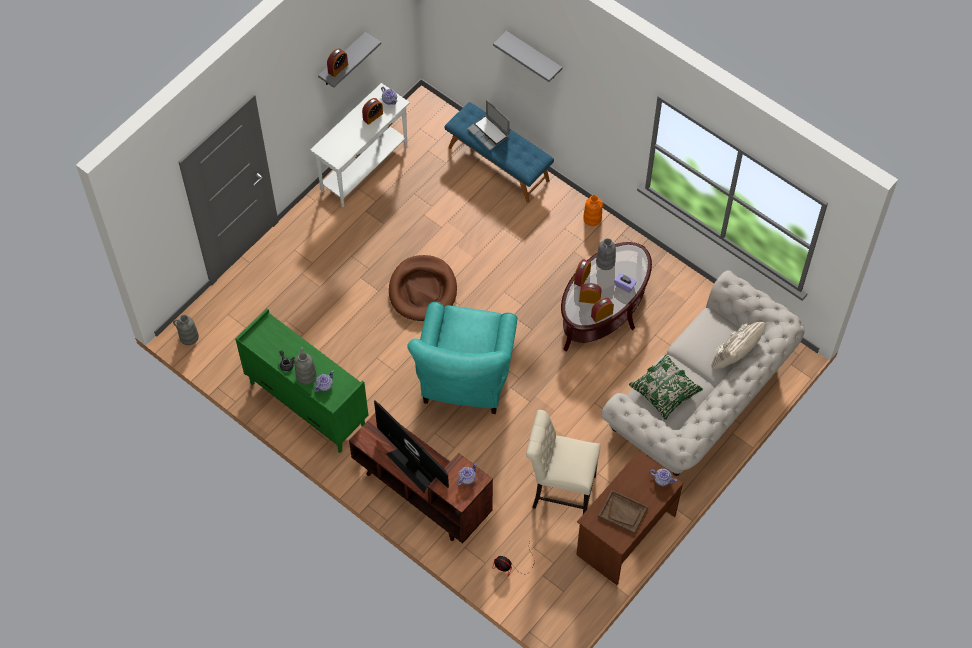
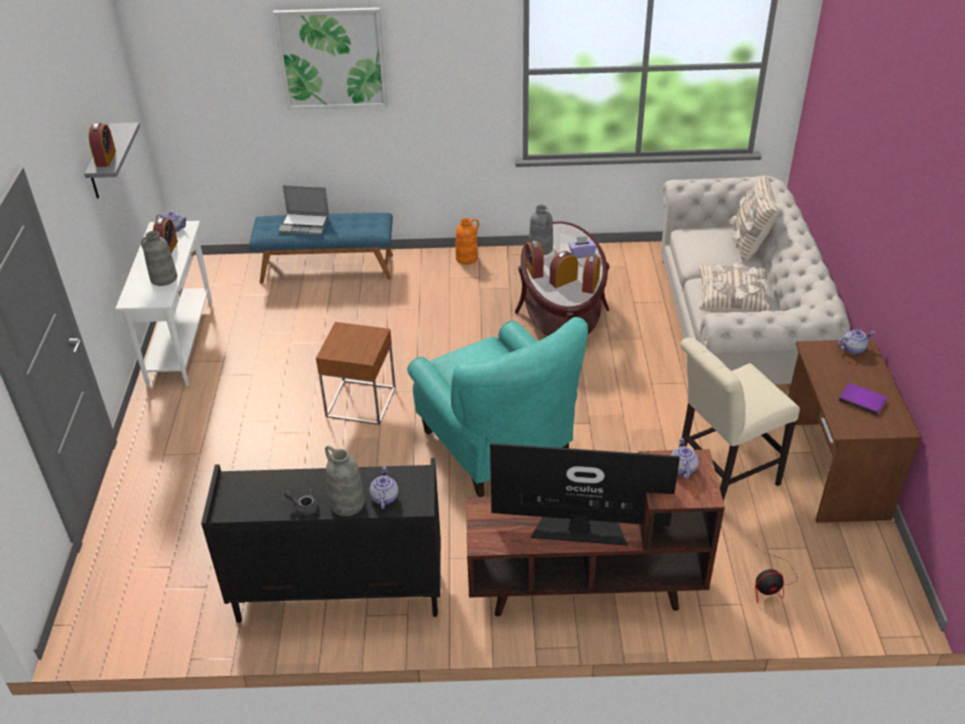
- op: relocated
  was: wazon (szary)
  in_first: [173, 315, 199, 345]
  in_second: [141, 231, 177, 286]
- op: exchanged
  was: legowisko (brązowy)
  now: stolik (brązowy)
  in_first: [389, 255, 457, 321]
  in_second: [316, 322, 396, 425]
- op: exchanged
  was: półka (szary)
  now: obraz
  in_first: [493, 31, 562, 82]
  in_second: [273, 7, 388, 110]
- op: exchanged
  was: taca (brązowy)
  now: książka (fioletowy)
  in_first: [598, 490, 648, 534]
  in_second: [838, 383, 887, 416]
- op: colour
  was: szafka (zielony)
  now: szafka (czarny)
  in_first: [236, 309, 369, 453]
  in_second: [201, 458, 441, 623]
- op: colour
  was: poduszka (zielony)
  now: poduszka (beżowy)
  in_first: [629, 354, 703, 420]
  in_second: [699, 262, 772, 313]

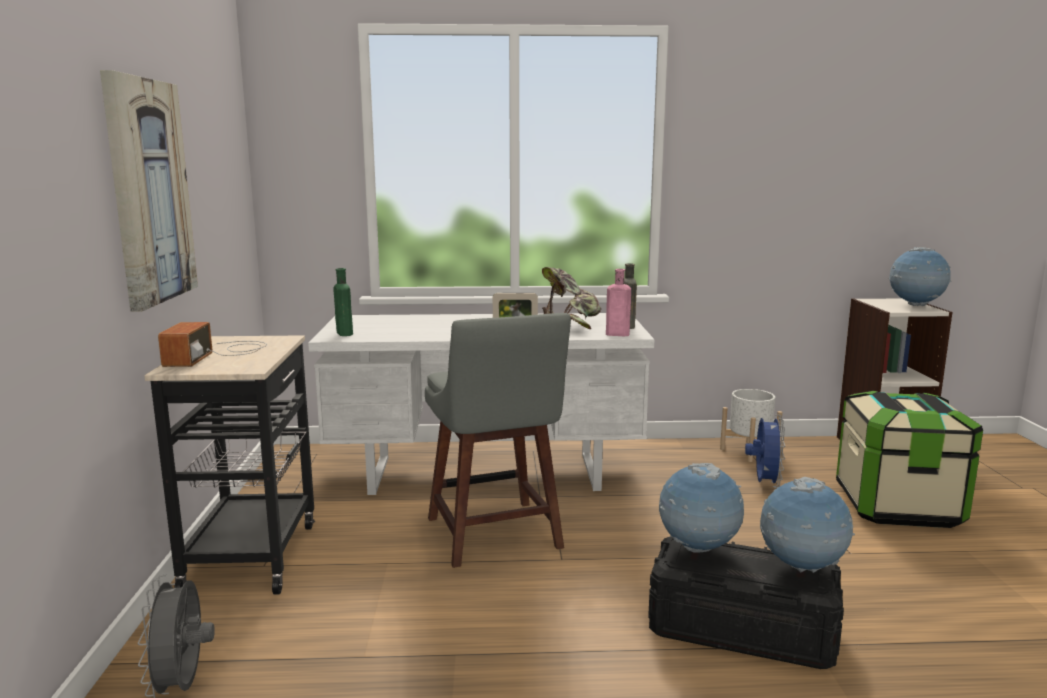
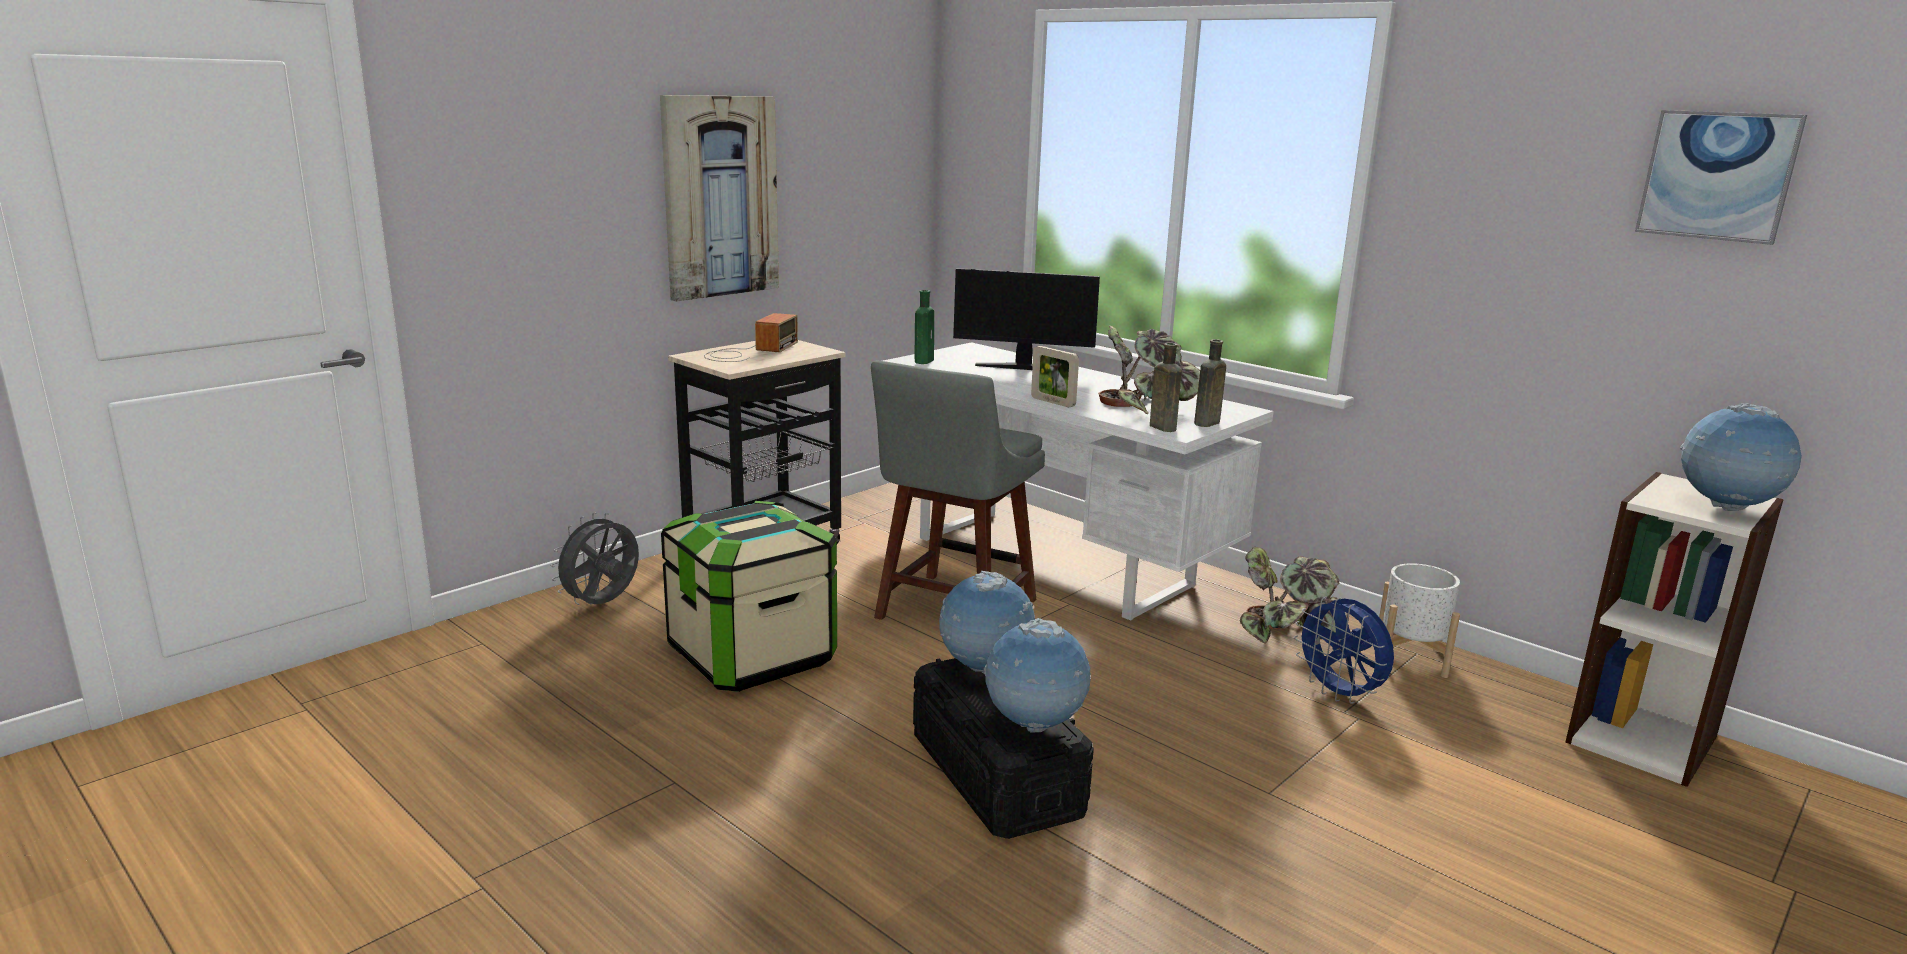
- op: appeared
  now: monitor
  in_second: [953, 268, 1100, 370]
- op: appeared
  now: roślina doniczkowa
  in_second: [1240, 547, 1348, 643]
- op: appeared
  now: obraz
  in_second: [1635, 110, 1807, 245]
- op: relocated
  was: pojemnik do przechowywania
  in_first: [836, 391, 983, 528]
  in_second: [661, 501, 837, 692]
- op: colour
  was: butelka (różowy)
  now: butelka (brązowy)
  in_first: [606, 269, 631, 336]
  in_second: [1150, 343, 1182, 432]
- op: spun
  was: radio
  in_first: [158, 322, 267, 367]
  in_second: [704, 313, 798, 362]
  clockwise: 150
- op: spun
  was: wentylator (niebieski)
  in_first: [745, 415, 785, 488]
  in_second: [1294, 597, 1394, 704]
  clockwise: 90

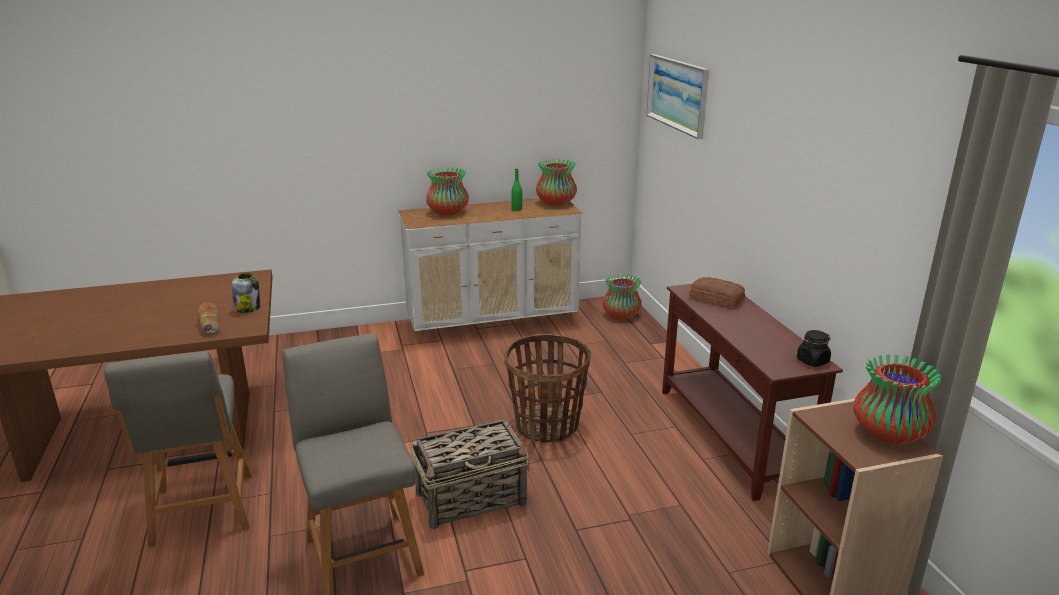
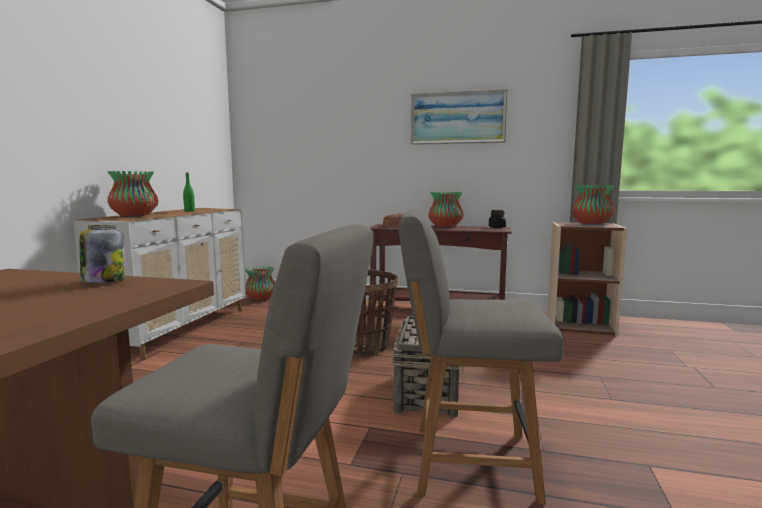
- op: missing
  was: chleb
  in_first: [197, 302, 219, 335]
- op: relocated
  was: wazon
  in_first: [536, 159, 577, 205]
  in_second: [428, 192, 463, 227]
- op: relocated
  was: obraz
  in_first: [646, 54, 709, 139]
  in_second: [411, 89, 508, 145]

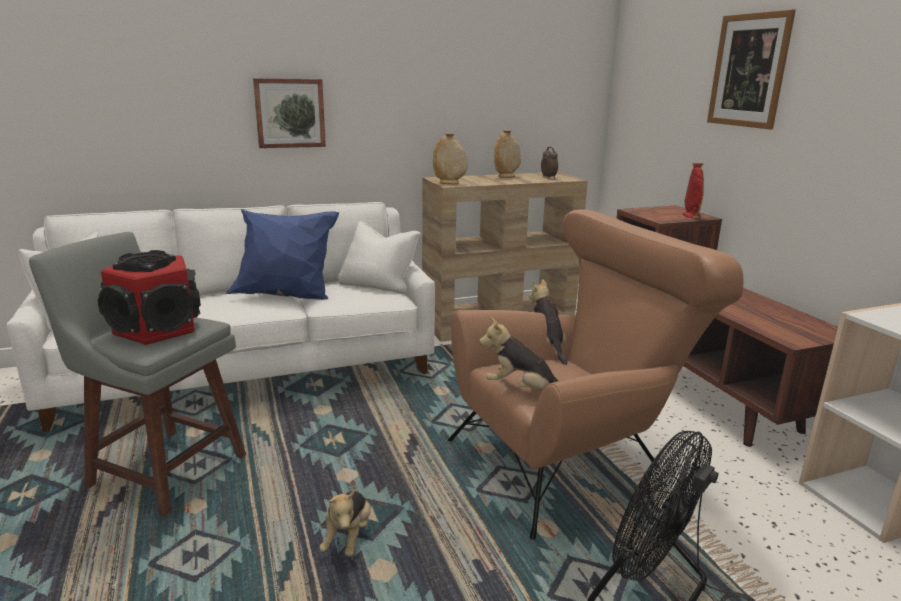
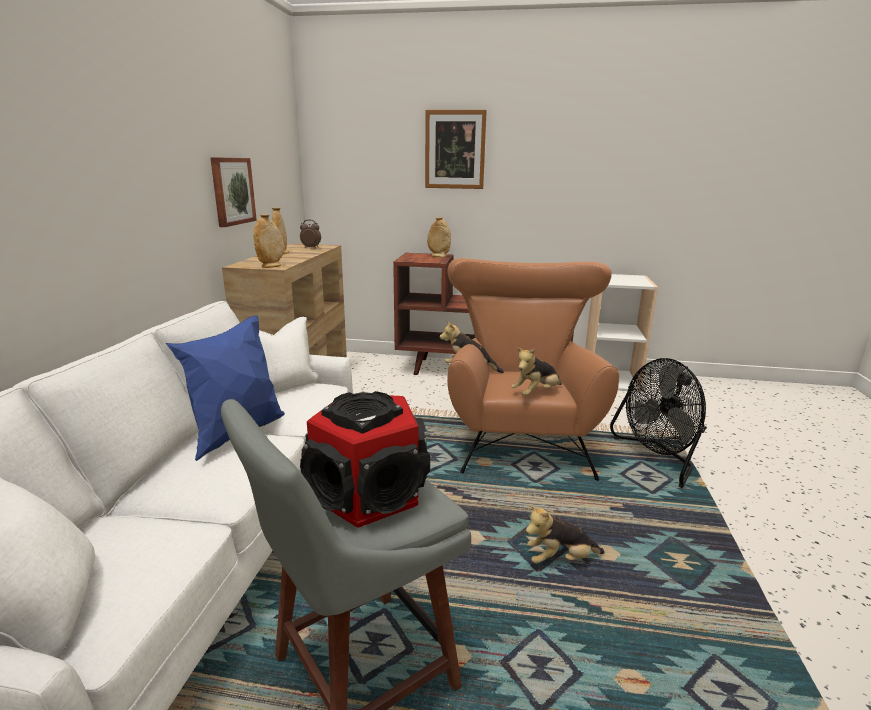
- op: relocated
  was: obraz
  in_first: [253, 78, 326, 148]
  in_second: [210, 157, 257, 227]
- op: colour
  was: wazon (czerwony)
  now: wazon (beżowy)
  in_first: [683, 163, 704, 219]
  in_second: [427, 217, 451, 257]
- op: spun
  was: pluszak
  in_first: [320, 490, 371, 557]
  in_second: [526, 505, 605, 564]
  clockwise: 135

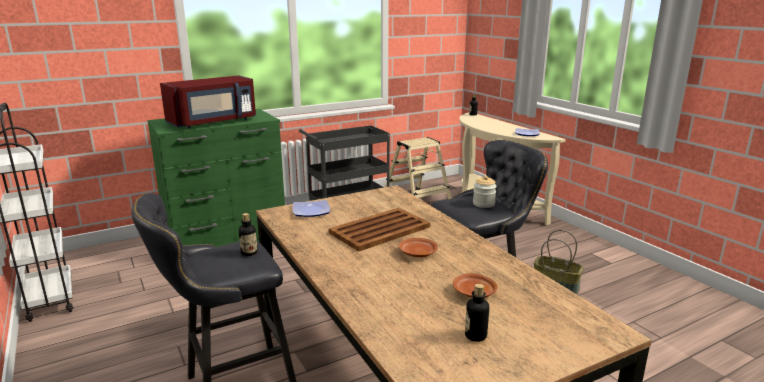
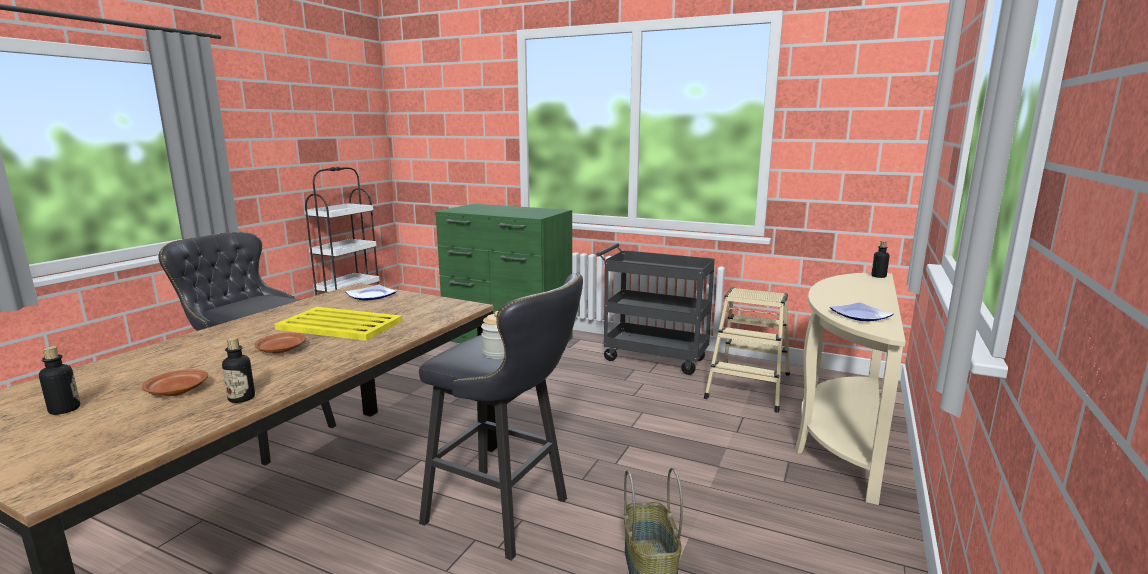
- op: missing
  was: mikrofalówka (czerwony)
  in_first: [160, 75, 256, 128]
- op: relocated
  was: butelka
  in_first: [239, 213, 257, 256]
  in_second: [222, 337, 255, 403]
- op: colour
  was: taca (brązowy)
  now: taca (żółty)
  in_first: [329, 208, 430, 252]
  in_second: [274, 307, 403, 341]

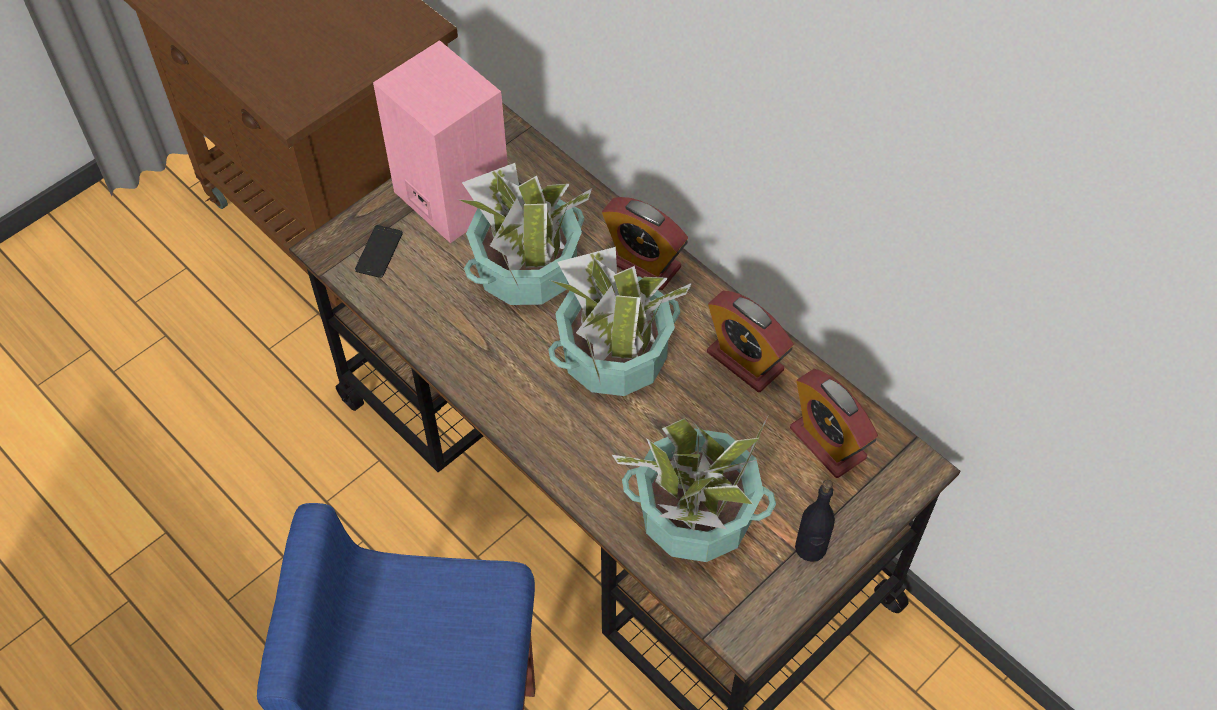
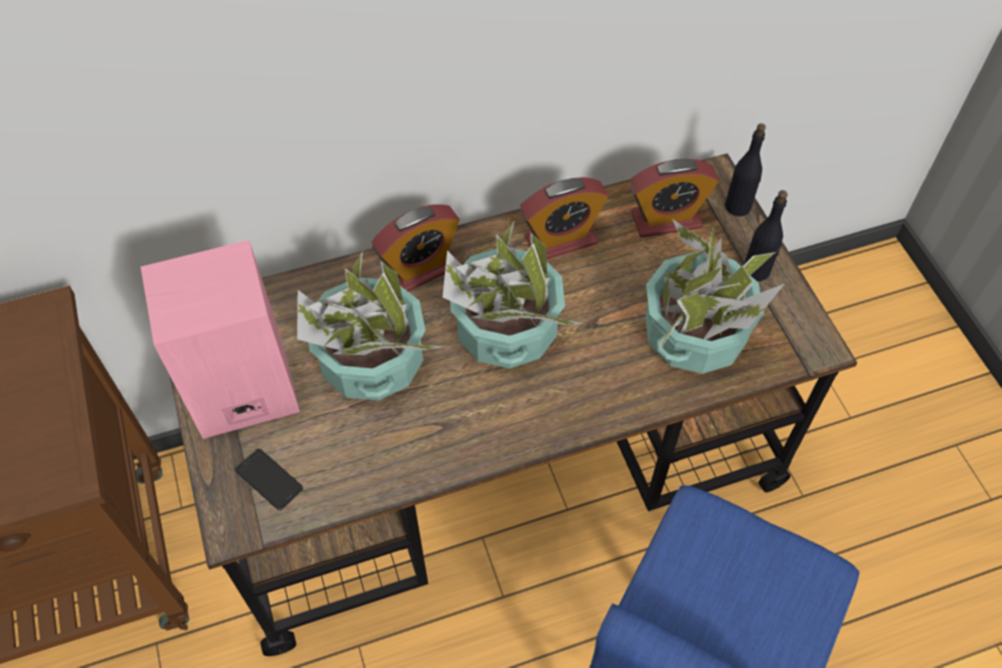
- op: appeared
  now: butelka (czarny)
  in_second: [725, 123, 766, 216]

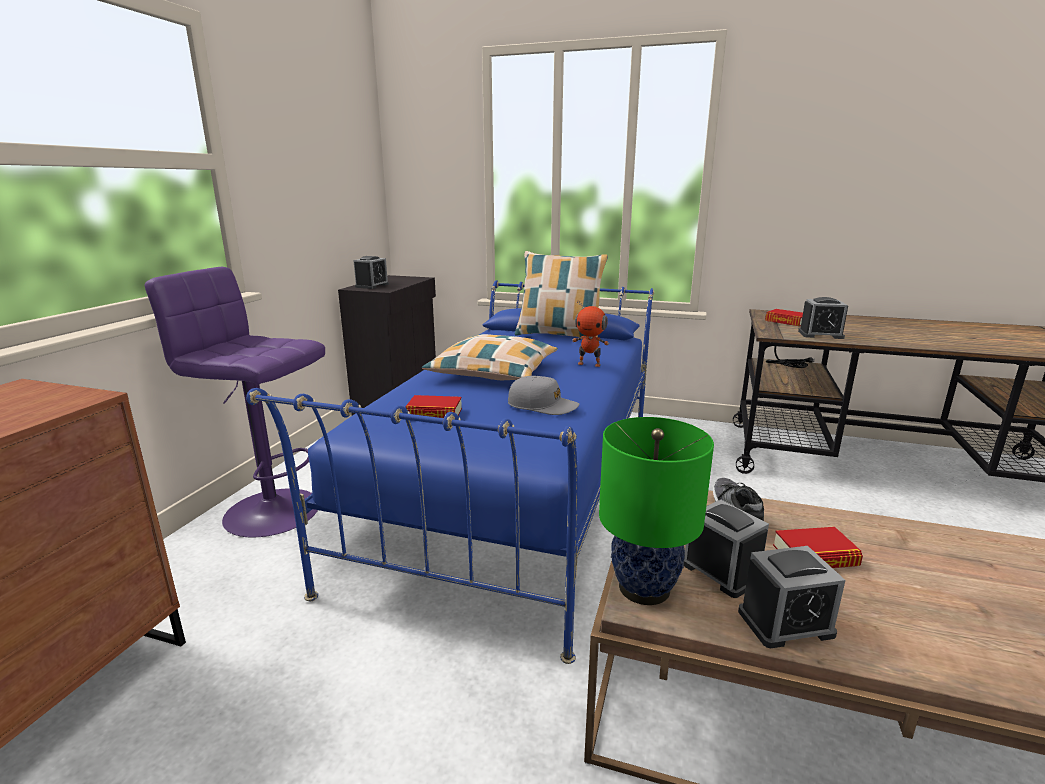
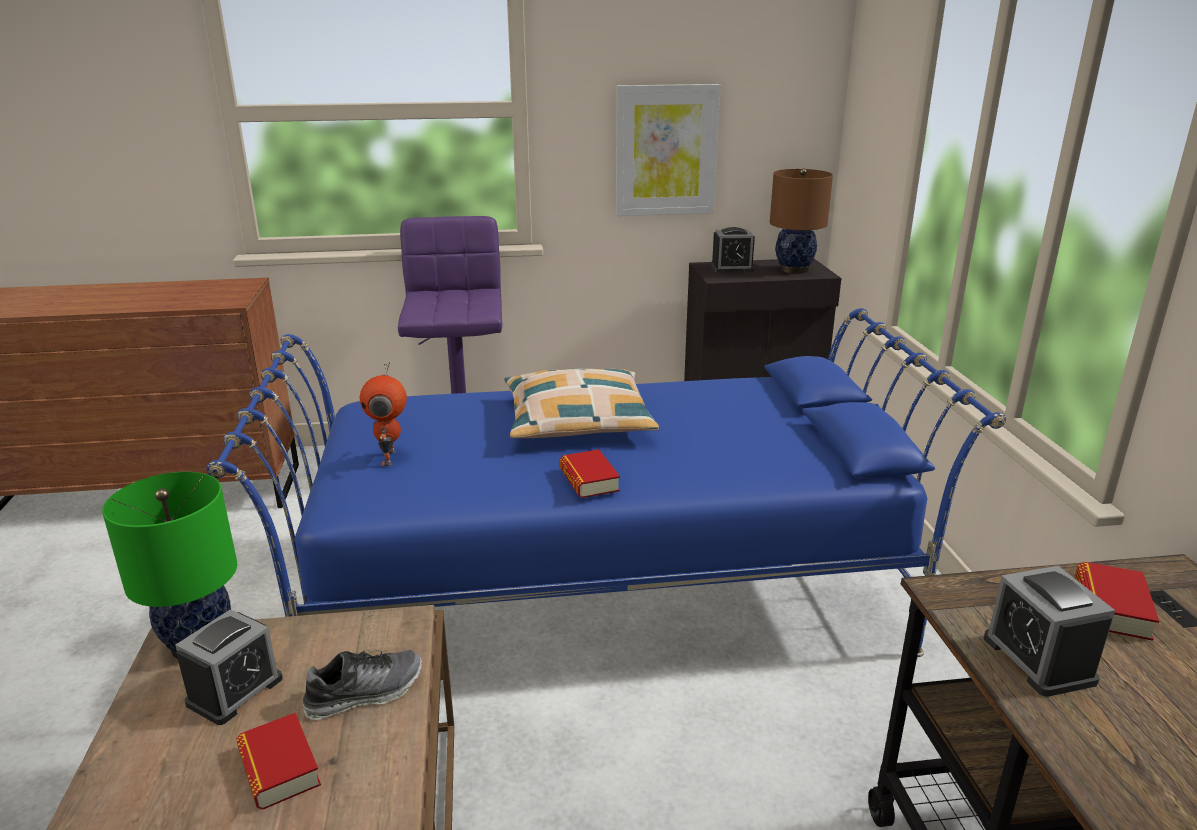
- op: missing
  was: czapka z daszkiem (szary)
  in_first: [508, 376, 579, 415]
- op: missing
  was: poduszka
  in_first: [515, 251, 608, 337]
- op: missing
  was: budzik
  in_first: [738, 546, 845, 649]
- op: appeared
  now: obraz
  in_second: [616, 84, 721, 216]
- op: appeared
  now: lampa stołowa (brązowy)
  in_second: [770, 168, 833, 274]
- op: relocated
  was: książka
  in_first: [406, 395, 462, 418]
  in_second: [560, 449, 620, 498]
- op: relocated
  was: robot zabawkowy
  in_first: [572, 301, 609, 367]
  in_second: [360, 362, 407, 466]

